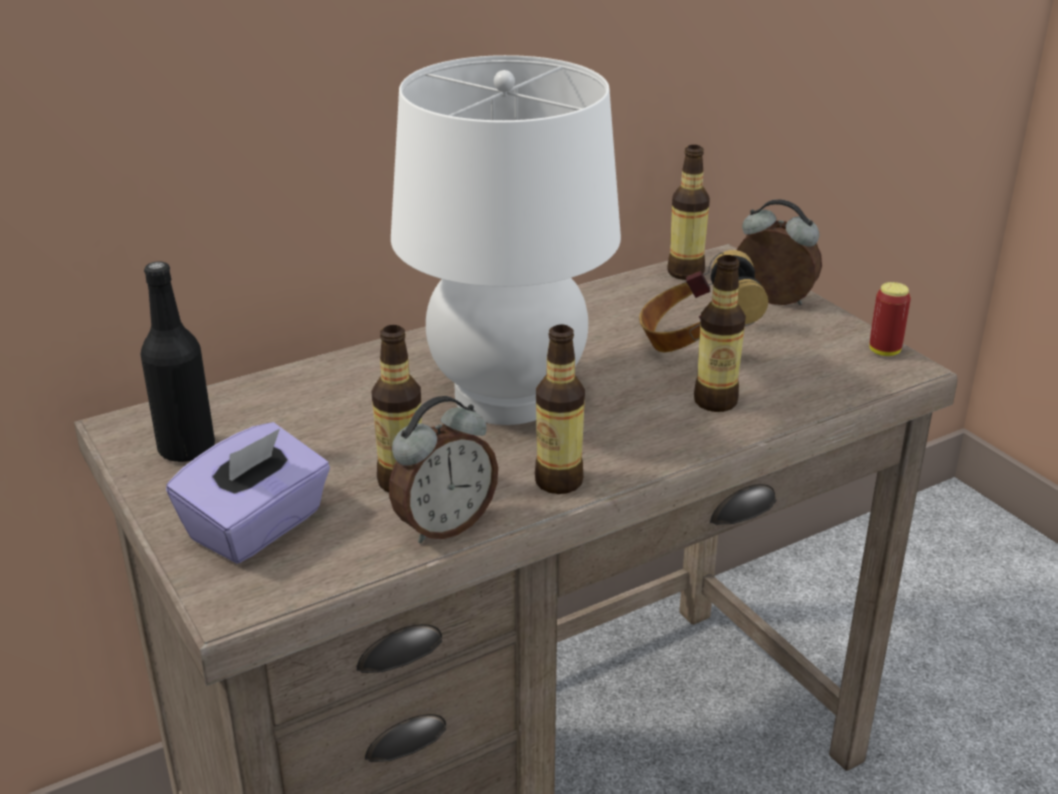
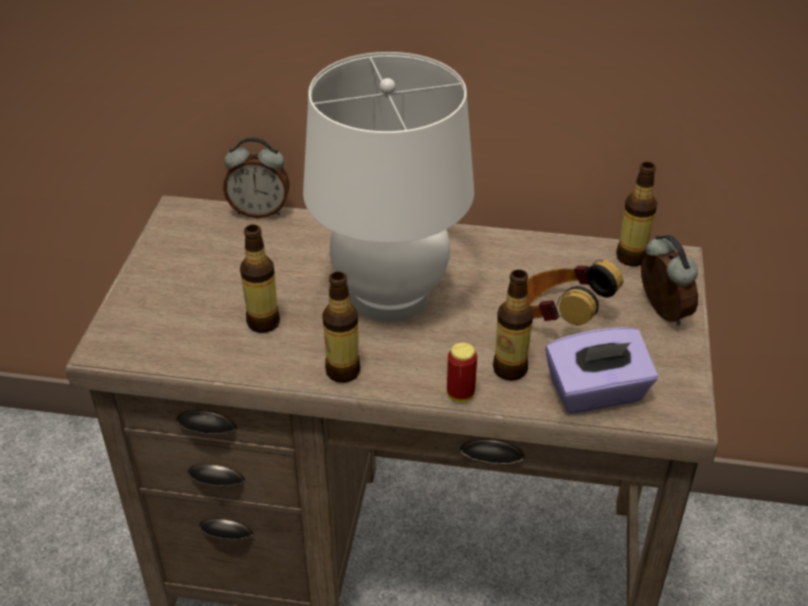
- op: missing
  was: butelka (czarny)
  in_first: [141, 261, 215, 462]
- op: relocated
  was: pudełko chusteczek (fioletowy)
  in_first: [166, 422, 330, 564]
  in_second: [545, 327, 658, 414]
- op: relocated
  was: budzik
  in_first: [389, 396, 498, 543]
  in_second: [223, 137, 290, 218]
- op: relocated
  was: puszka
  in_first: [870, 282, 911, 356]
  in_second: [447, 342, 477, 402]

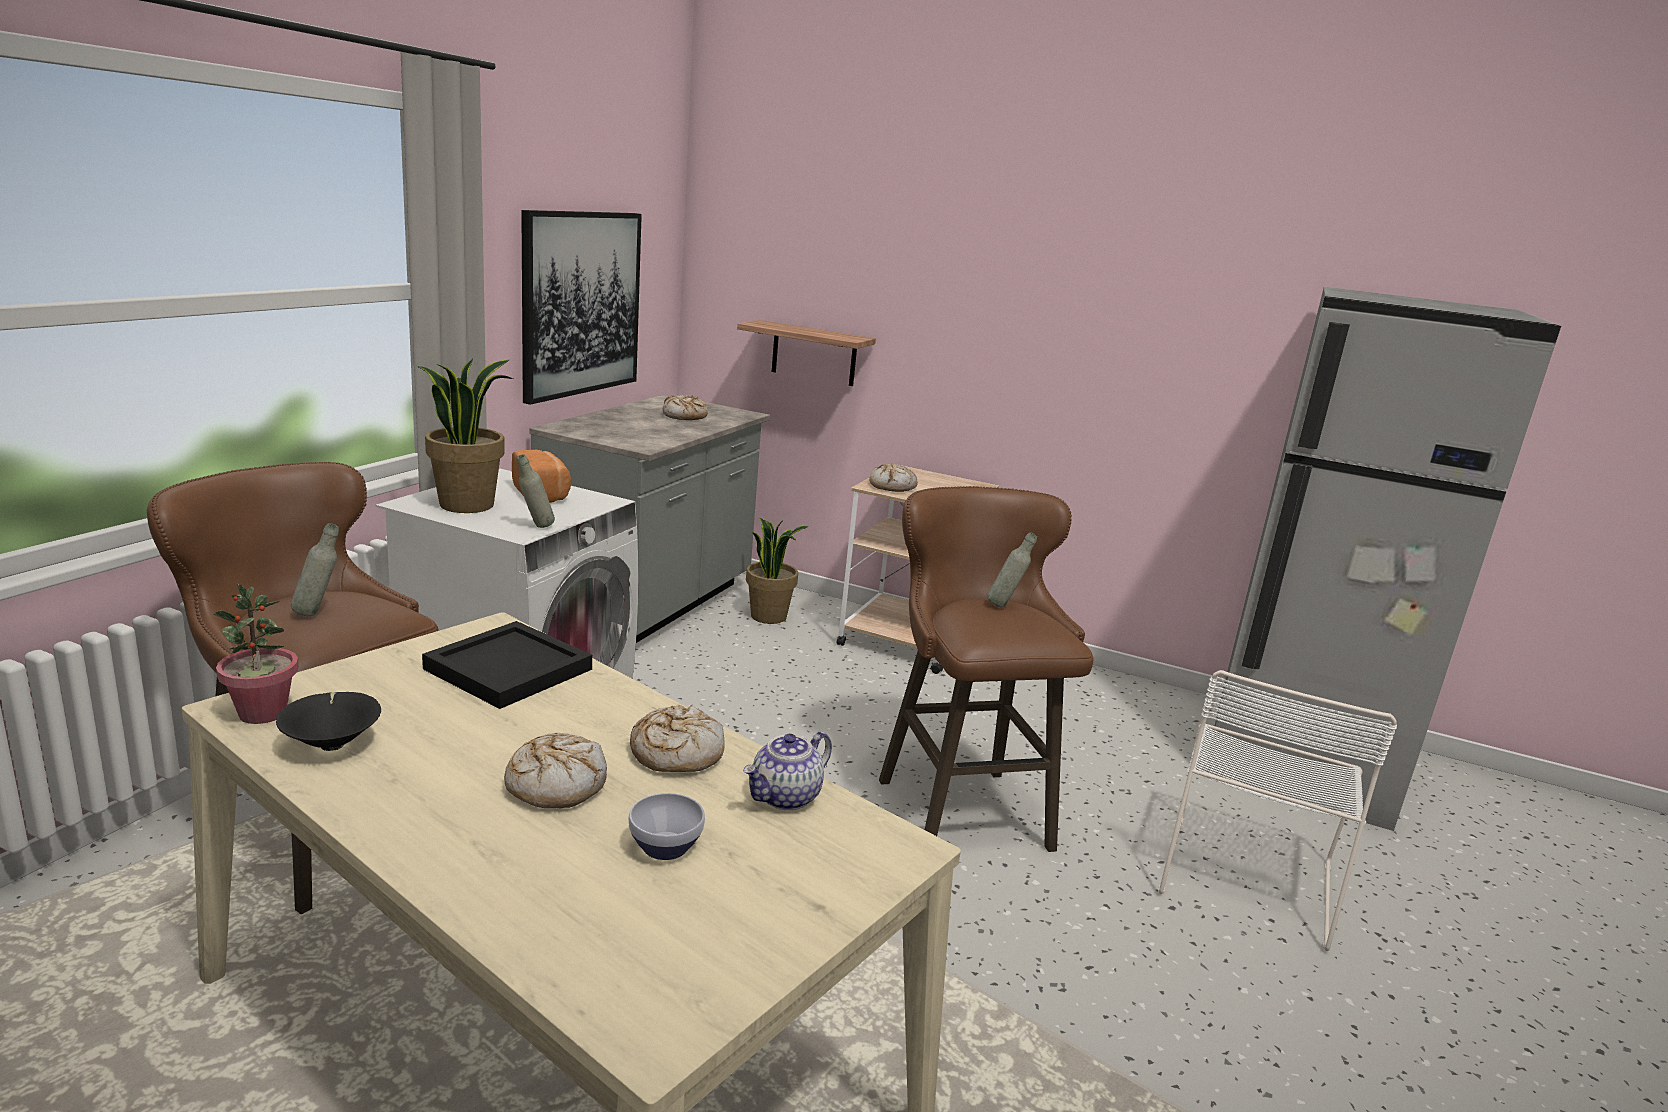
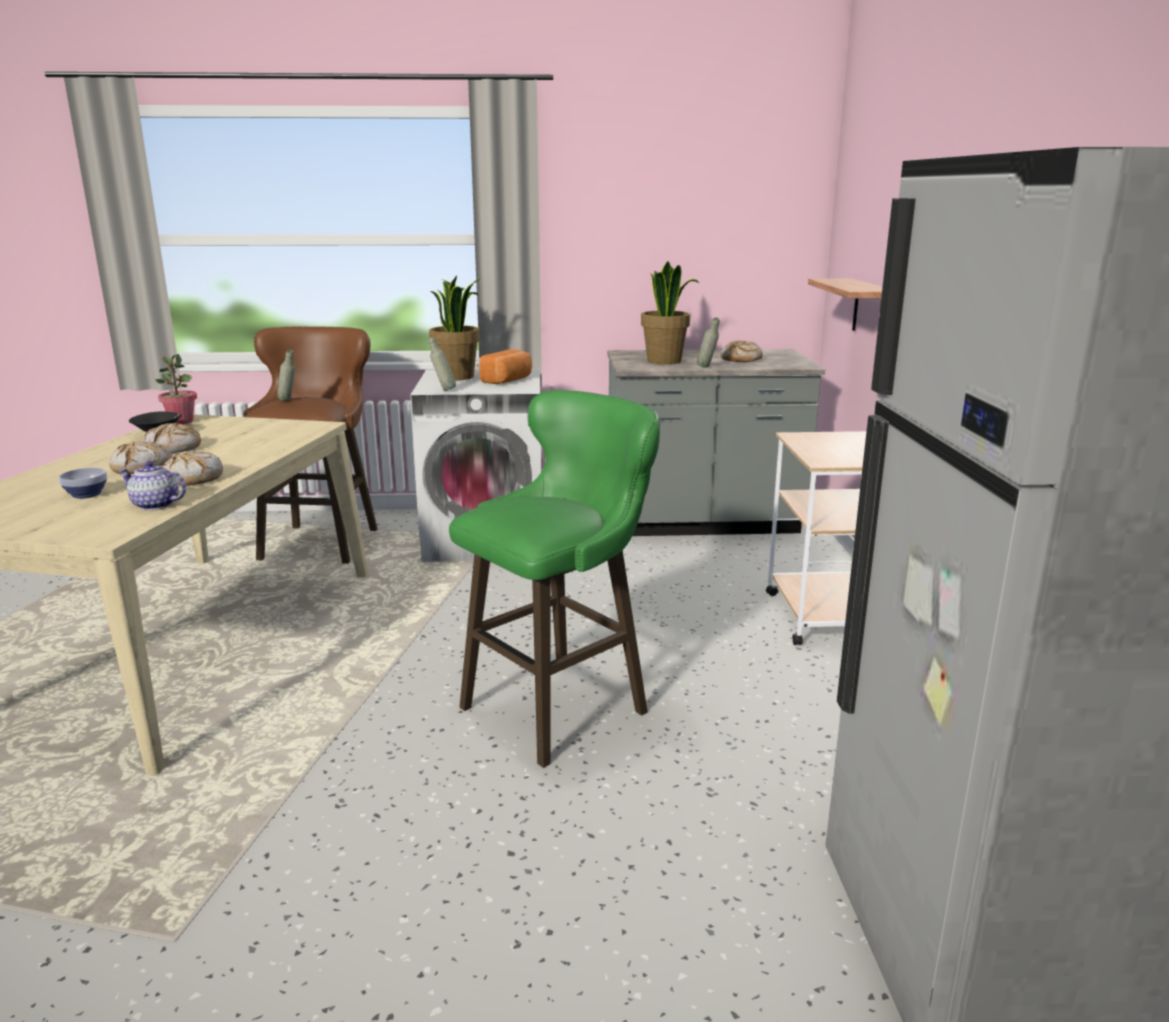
- op: missing
  was: taca (czarny)
  in_first: [422, 621, 592, 709]
- op: missing
  was: obraz
  in_first: [521, 210, 642, 405]
- op: missing
  was: krzesło (biały)
  in_first: [1158, 670, 1397, 951]
- op: relocated
  was: roślina doniczkowa
  in_first: [746, 517, 809, 624]
  in_second: [641, 261, 699, 364]
- op: relocated
  was: chleb
  in_first: [869, 463, 918, 492]
  in_second: [145, 423, 201, 453]
- op: relocated
  was: butelka (szary)
  in_first: [987, 532, 1037, 608]
  in_second: [697, 317, 720, 368]
- op: colour
  was: stołek (brązowy)
  now: stołek (zielony)
  in_first: [879, 486, 1093, 852]
  in_second: [449, 390, 660, 768]

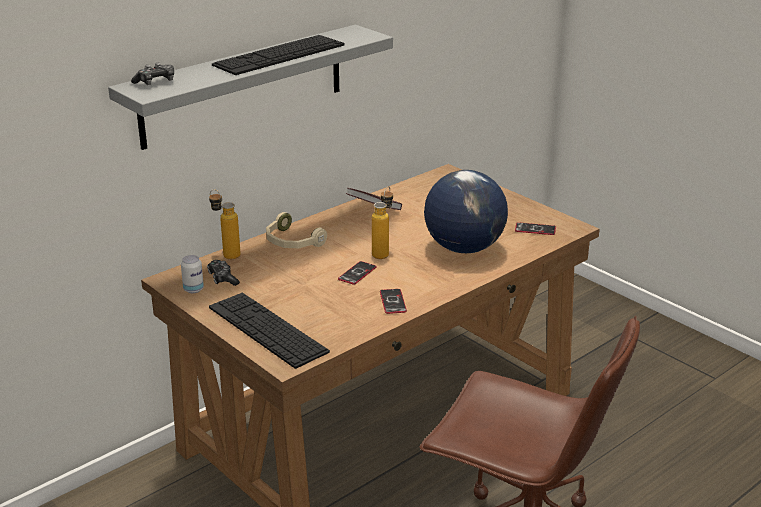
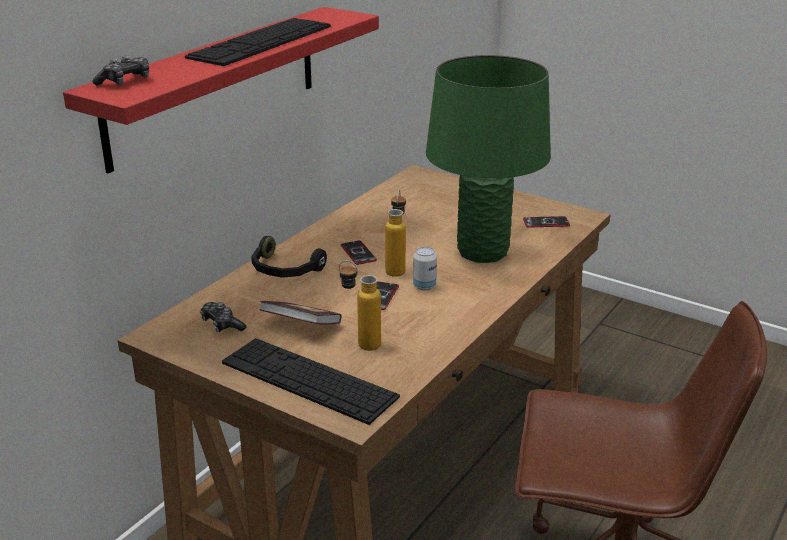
- op: relocated
  was: puszka
  in_first: [181, 255, 204, 293]
  in_second: [413, 247, 437, 291]
- op: relocated
  was: butelka
  in_first: [209, 189, 241, 259]
  in_second: [339, 260, 381, 351]
- op: relocated
  was: książka
  in_first: [346, 188, 402, 210]
  in_second: [259, 301, 342, 325]
- op: relocated
  was: telefon
  in_first: [380, 289, 407, 314]
  in_second: [341, 240, 377, 265]
- op: exchanged
  was: globus
  now: lampa stołowa (zielony)
  in_first: [424, 170, 508, 253]
  in_second: [426, 55, 551, 263]
- op: colour
  was: półka (szary)
  now: półka (czerwony)
  in_first: [108, 25, 393, 150]
  in_second: [63, 7, 379, 173]
- op: colour
  was: słuchawki (beżowy)
  now: słuchawki (czarny)
  in_first: [266, 212, 327, 248]
  in_second: [251, 236, 327, 278]

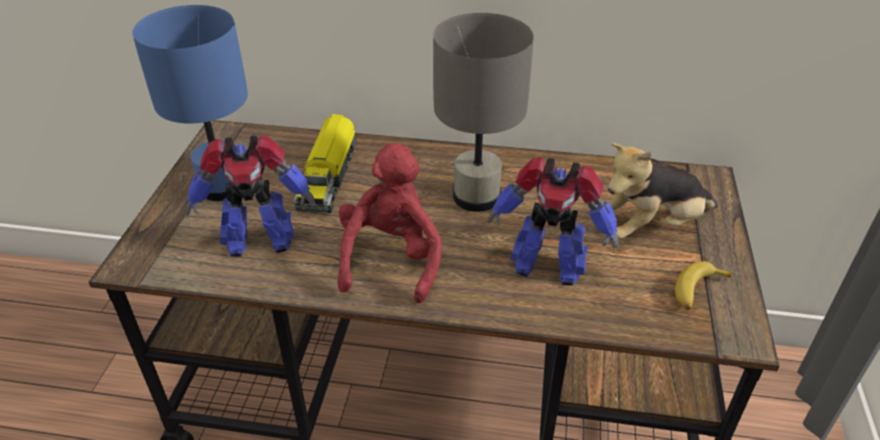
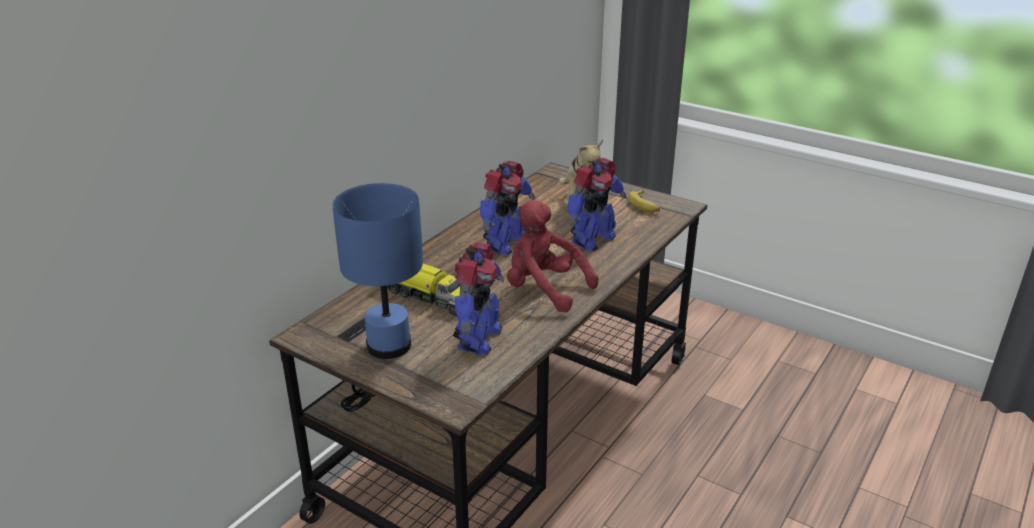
- op: exchanged
  was: lampa stołowa (szary)
  now: robot zabawkowy
  in_first: [433, 13, 534, 212]
  in_second: [480, 161, 535, 255]

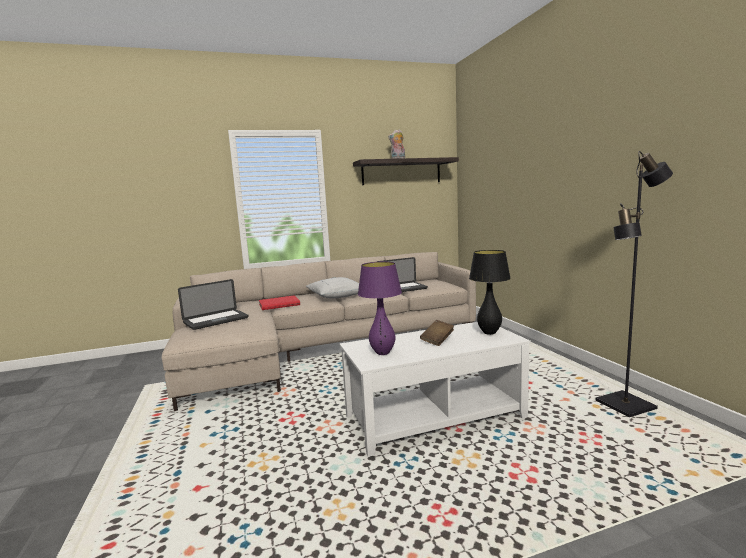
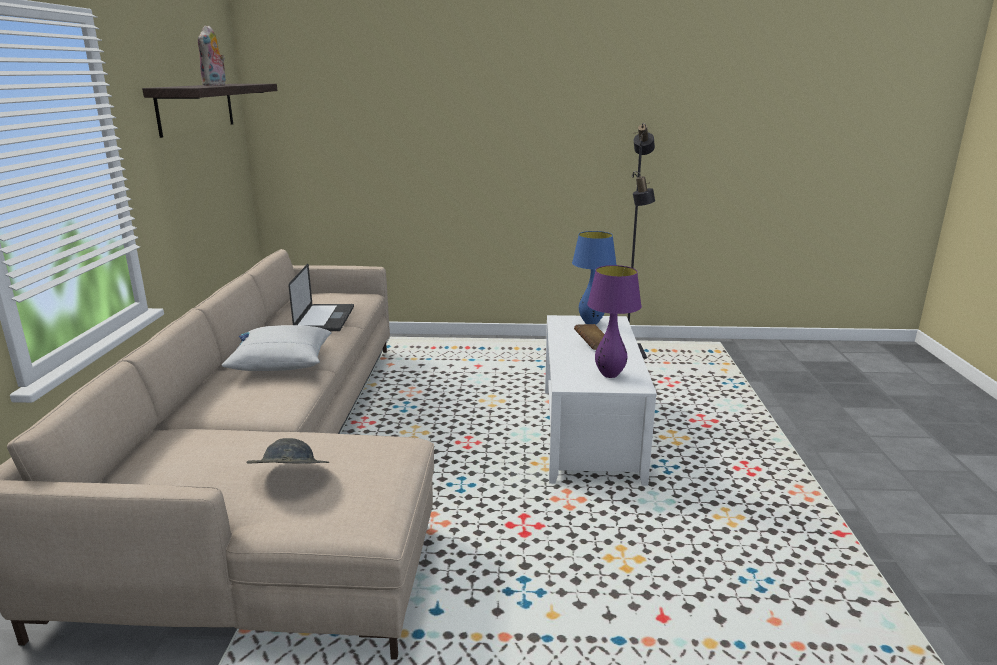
- op: missing
  was: książka (czerwony)
  in_first: [259, 295, 300, 310]
- op: exchanged
  was: laptop
  now: kapelusz (szary)
  in_first: [178, 279, 249, 330]
  in_second: [246, 438, 329, 464]
- op: colour
  was: lampa stołowa (czarny)
  now: lampa stołowa (niebieski)
  in_first: [469, 250, 511, 335]
  in_second: [572, 231, 617, 325]

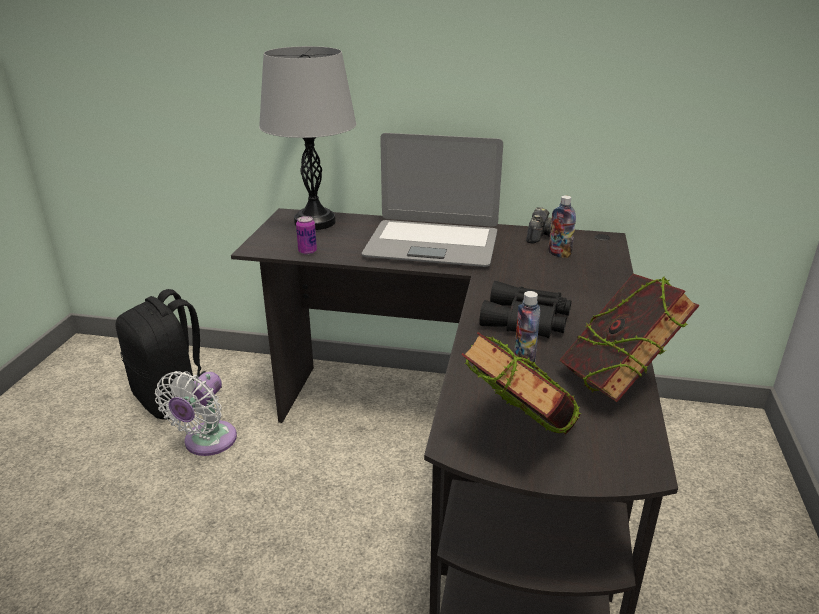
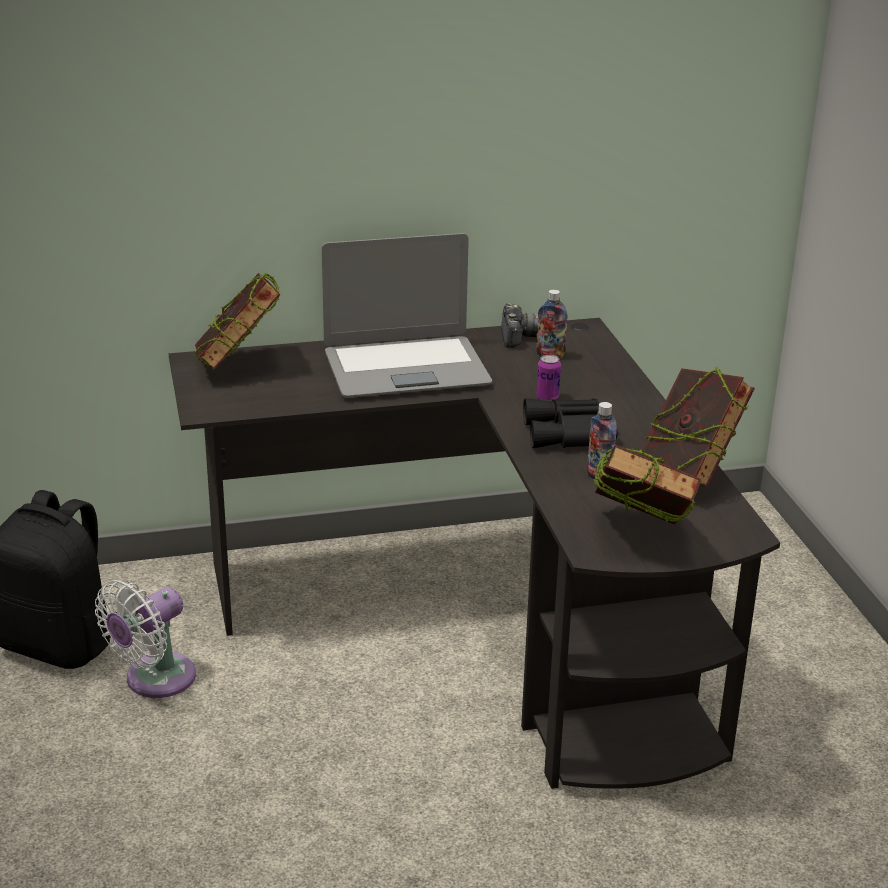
- op: relocated
  was: puszka
  in_first: [296, 216, 317, 255]
  in_second: [536, 355, 561, 401]
- op: exchanged
  was: lampa stołowa (szary)
  now: książka
  in_first: [259, 46, 356, 230]
  in_second: [195, 273, 280, 370]
- op: spun
  was: wentylator (biały)
  in_first: [155, 371, 237, 456]
  in_second: [95, 579, 196, 698]
  clockwise: 45

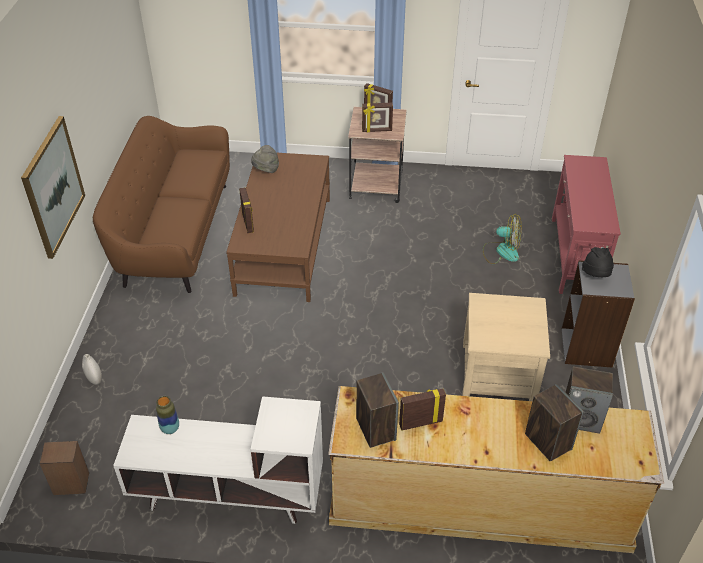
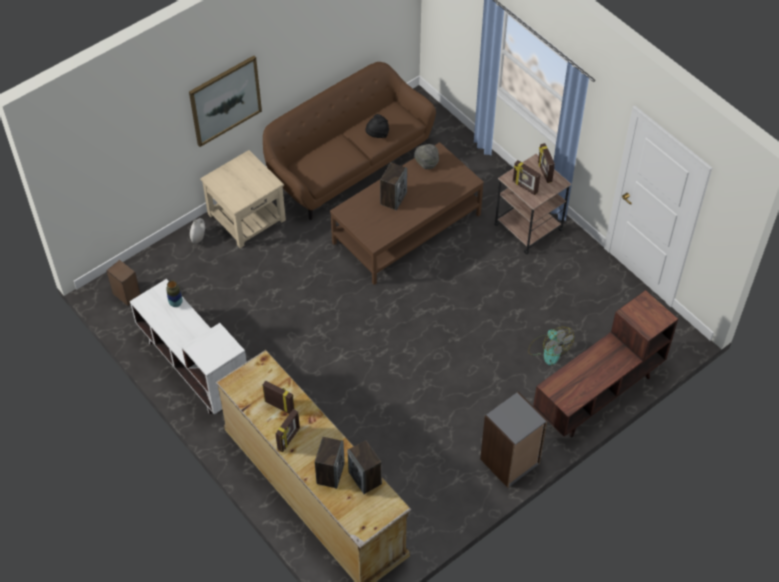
- op: relocated
  was: ramka na zdjęcie
  in_first: [239, 187, 254, 233]
  in_second: [276, 409, 300, 452]
- op: relocated
  was: głośnik
  in_first: [356, 372, 399, 448]
  in_second: [380, 163, 407, 211]
- op: relocated
  was: stolik (beżowy)
  in_first: [462, 293, 550, 401]
  in_second: [200, 150, 286, 248]
- op: relocated
  was: kapelusz (czarny)
  in_first: [582, 247, 614, 277]
  in_second: [365, 114, 389, 138]
- op: exchanged
  was: stolik konsolowy (czerwony)
  now: szafka pod telewizor (brązowy)
  in_first: [552, 155, 621, 294]
  in_second: [533, 290, 678, 437]

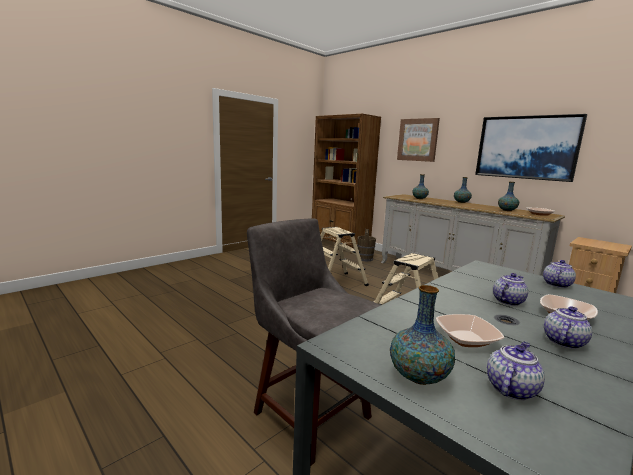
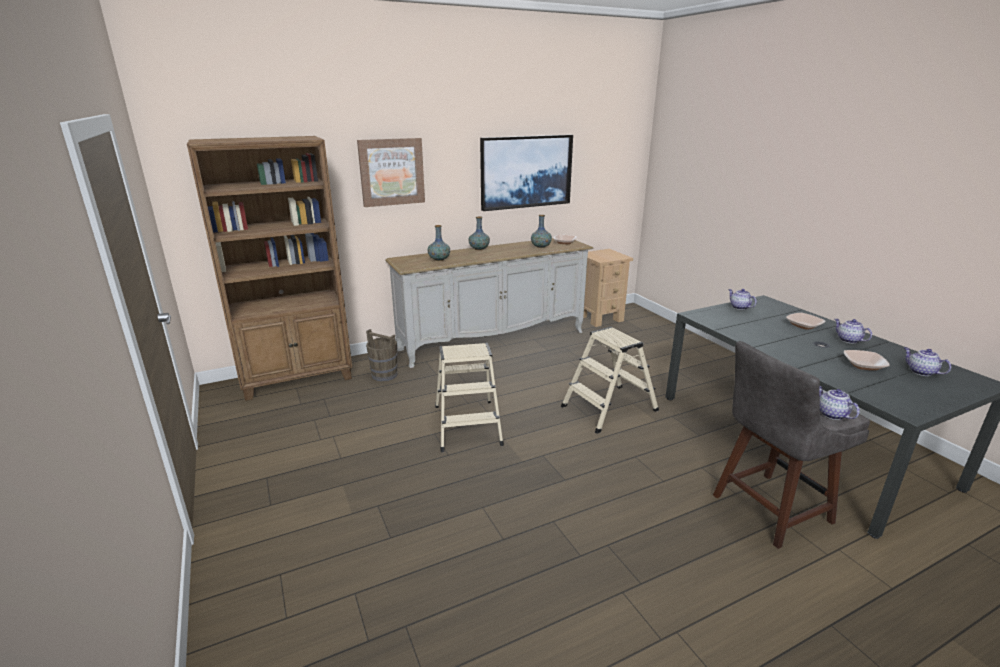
- op: missing
  was: wazon
  in_first: [390, 285, 455, 385]
- op: relocated
  was: imbryk
  in_first: [493, 273, 528, 306]
  in_second: [820, 386, 860, 420]

